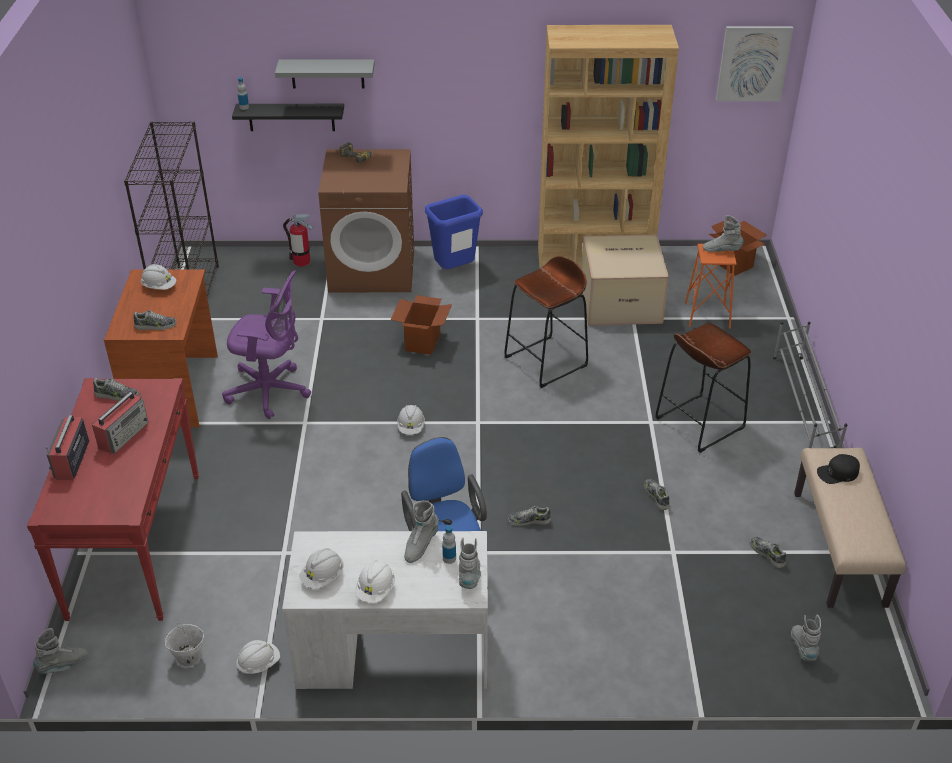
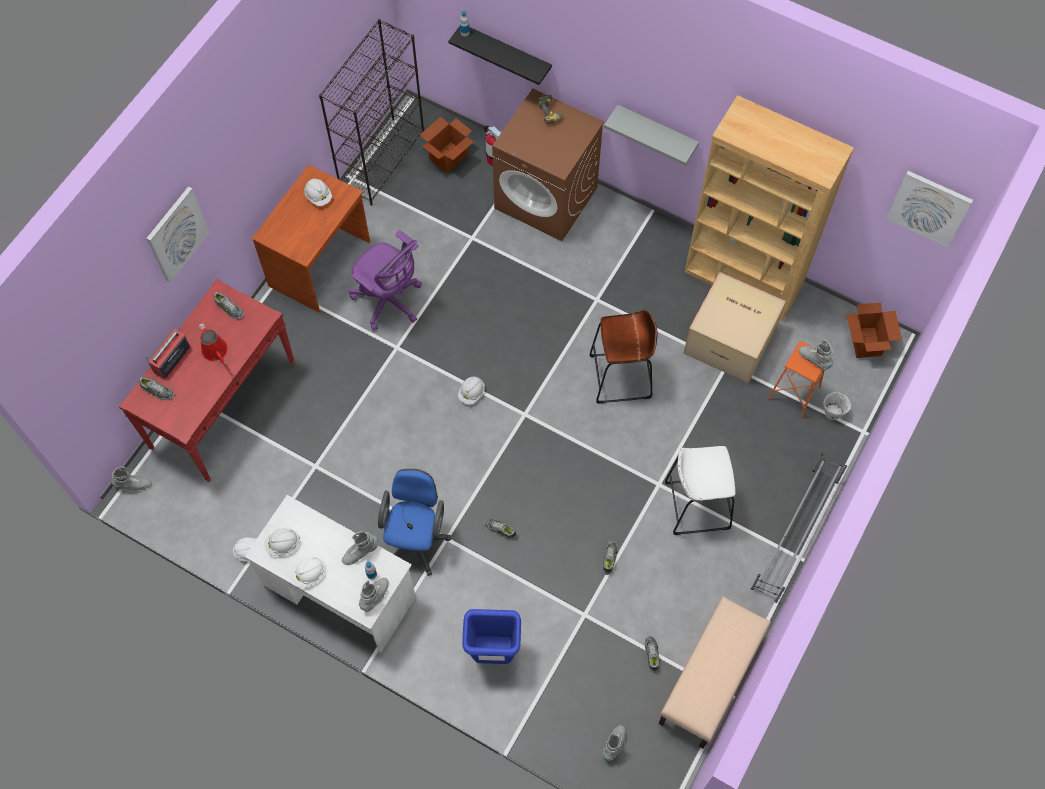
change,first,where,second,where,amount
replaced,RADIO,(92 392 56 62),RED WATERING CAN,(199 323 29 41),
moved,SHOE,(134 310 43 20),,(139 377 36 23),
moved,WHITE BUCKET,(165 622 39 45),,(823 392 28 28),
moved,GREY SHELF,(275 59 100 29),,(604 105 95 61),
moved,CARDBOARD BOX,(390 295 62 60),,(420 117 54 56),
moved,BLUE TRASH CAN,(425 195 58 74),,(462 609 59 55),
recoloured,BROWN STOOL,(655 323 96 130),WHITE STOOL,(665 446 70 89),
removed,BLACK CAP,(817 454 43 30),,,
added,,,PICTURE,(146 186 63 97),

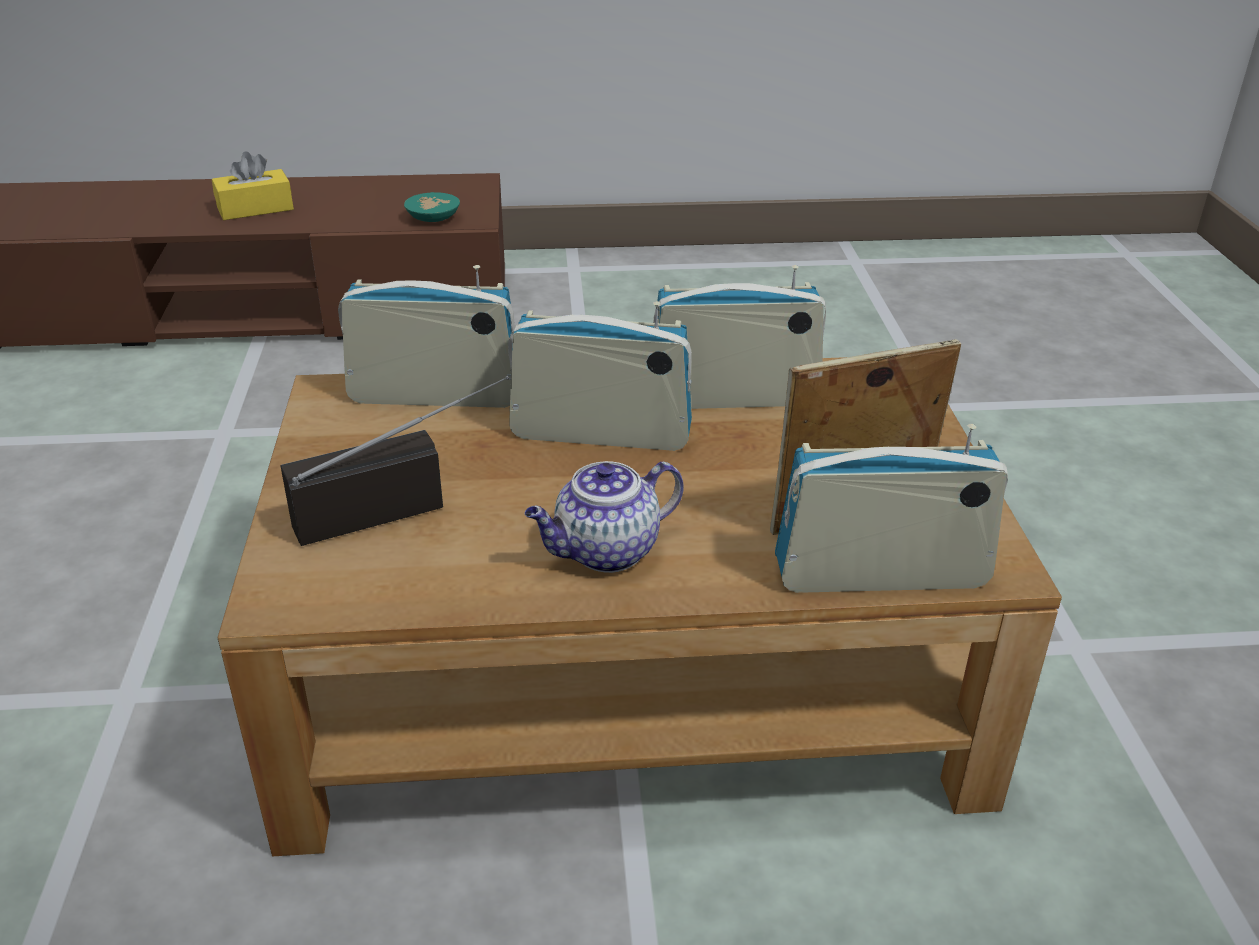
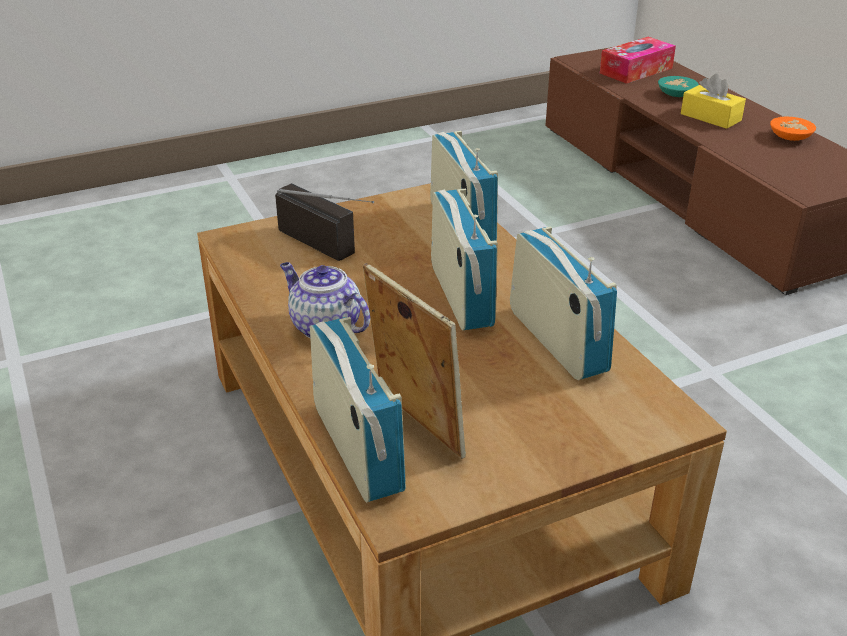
change,first,where,second,where,amount
moved,TURQUOISE BOWL,(404 192 56 30),,(658 76 41 21),
added,,,TISSUE BOX,(600 37 76 47),
added,,,ORANGE BOWL,(770 117 46 24),

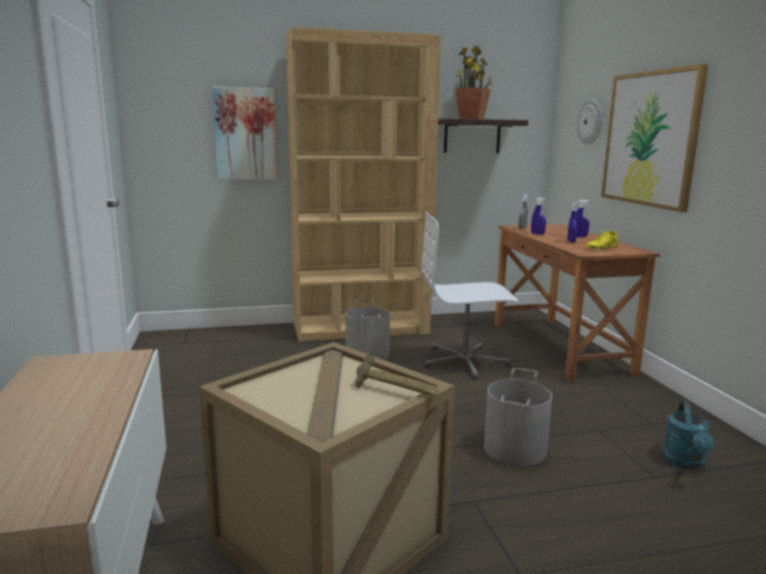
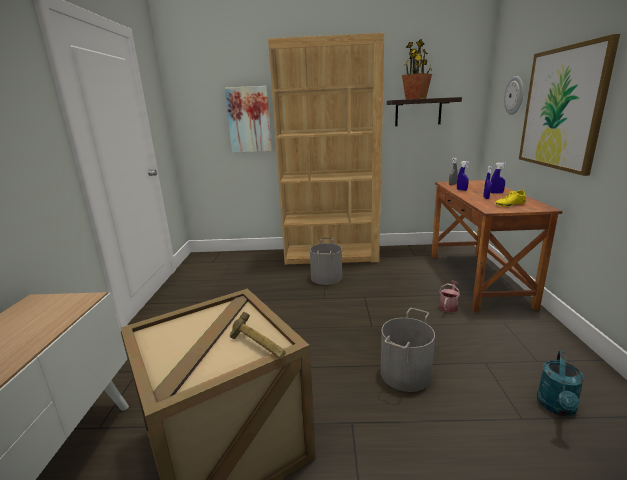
change,first,where,second,where,amount
removed,WHITE OFFICE CHAIR,(422 212 97 167),,,
added,,,WATERING CAN,(439 281 21 32),

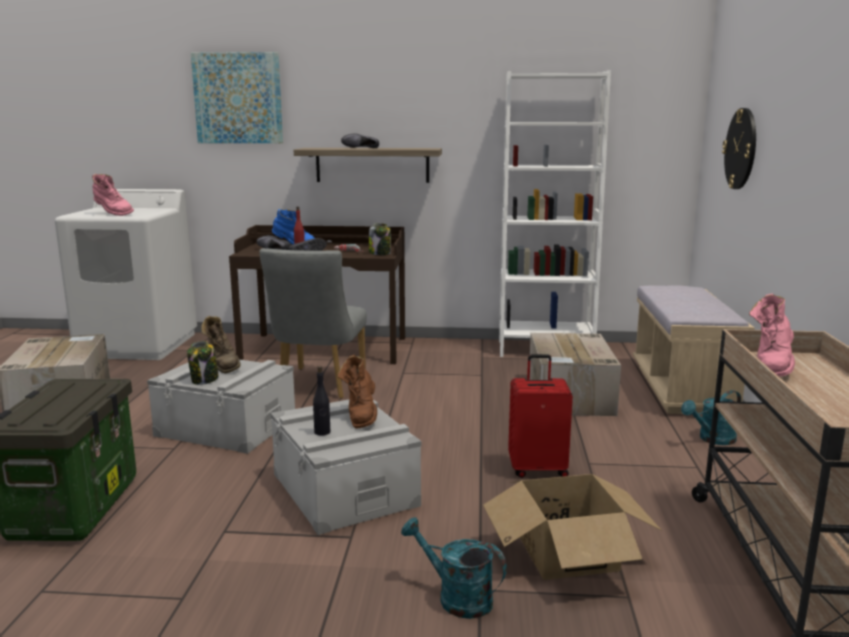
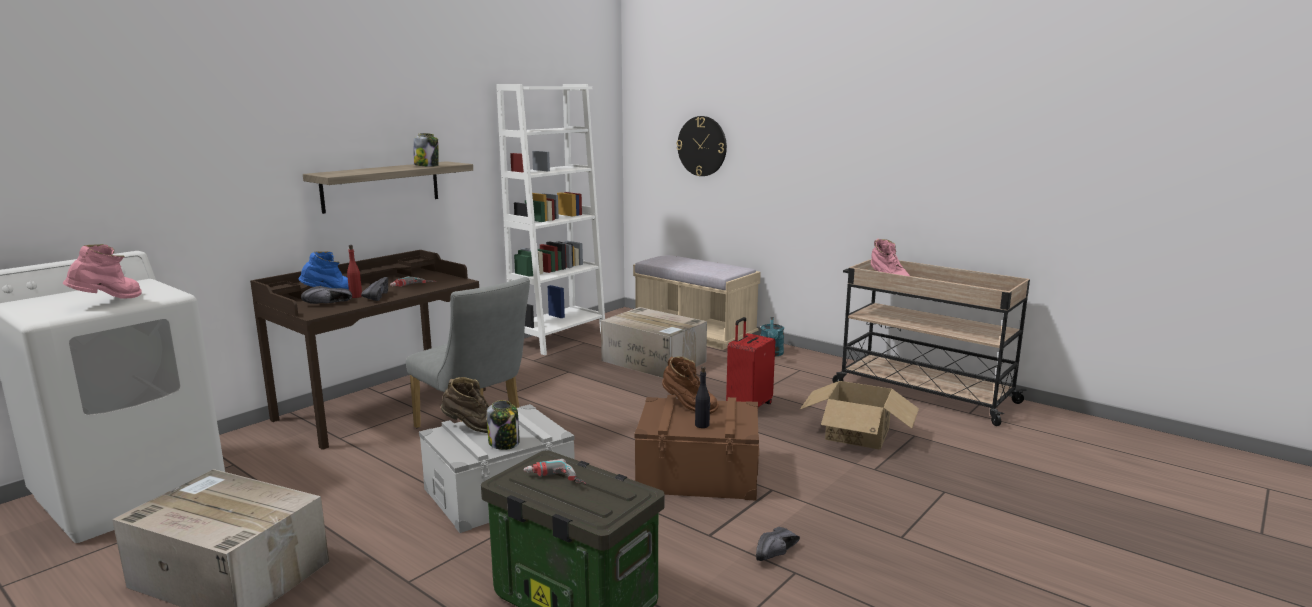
change,first,where,second,where,amount
turned,PINK BOOT,(92 174 42 42),,(63 244 79 55),45 degrees counterclockwise
removed,PICTURE,(191 52 92 91),,,
recoloured,GREY STORAGE BOX,(271 399 151 136),BROWN STORAGE BOX,(634 395 125 105),
moved,BLACK SHOE,(341 133 38 15),,(756 527 44 34),
moved,JAR,(369 223 22 32),,(414 133 25 33),
removed,TURQUOISE WATERING CAN,(401 517 106 102),,,
added,,,POWER DRILL,(523 459 63 26),

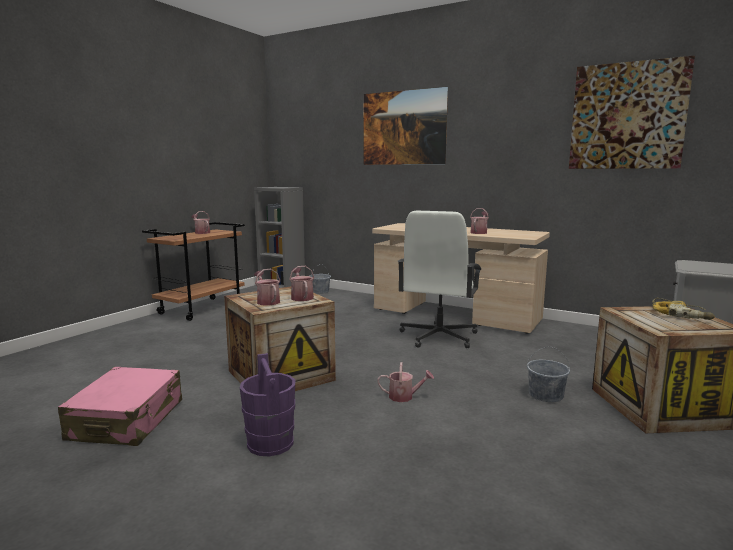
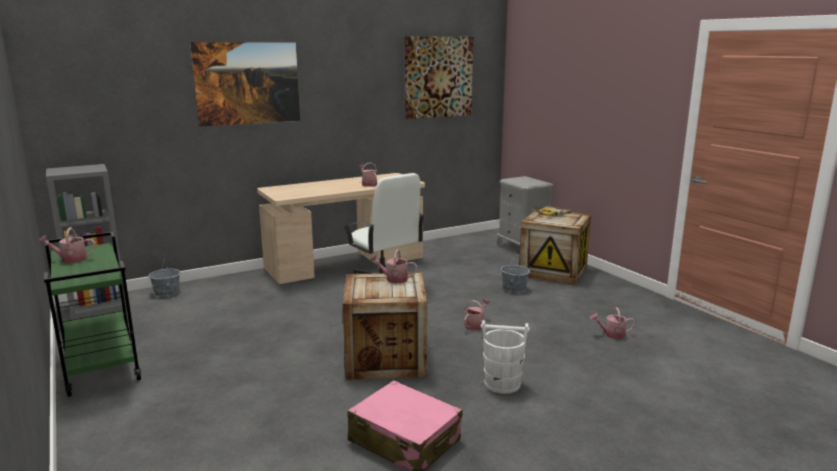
change,first,where,second,where,amount
recoloured,BROWN CART,(142 222 103 99),GREEN CART,(44 232 97 165),
recoloured,PURPLE BUCKET,(240 353 55 103),WHITE BUCKET,(481 320 49 74),
moved,WATERING CAN,(254 269 26 37),,(590 307 46 32),

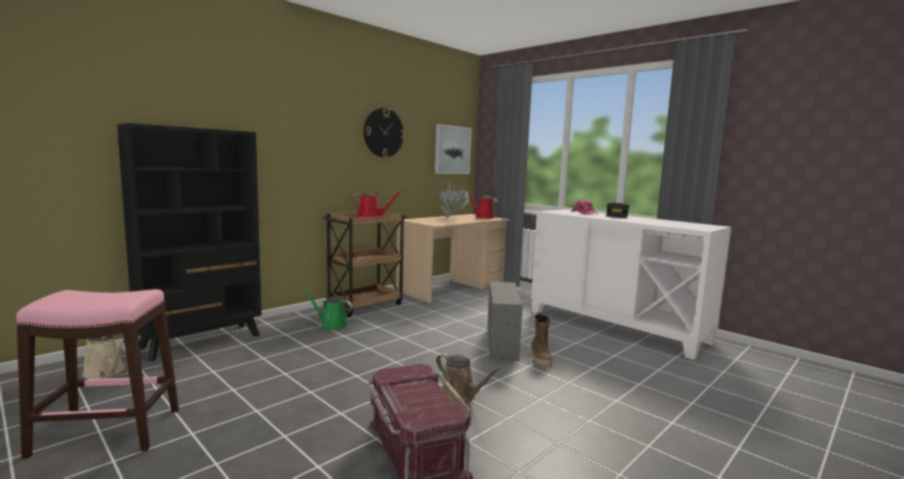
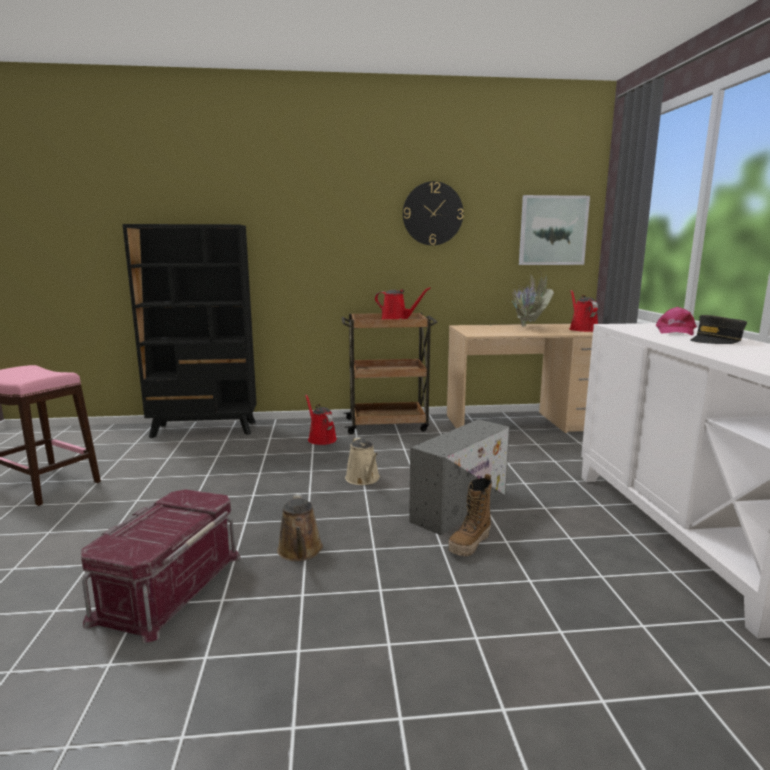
change,first,where,second,where,amount
moved,BEIGE WATERING CAN,(82 335 42 44),,(345 437 35 48),
recoloured,GREEN WATERING CAN,(303 289 50 41),RED WATERING CAN,(305 395 32 50),

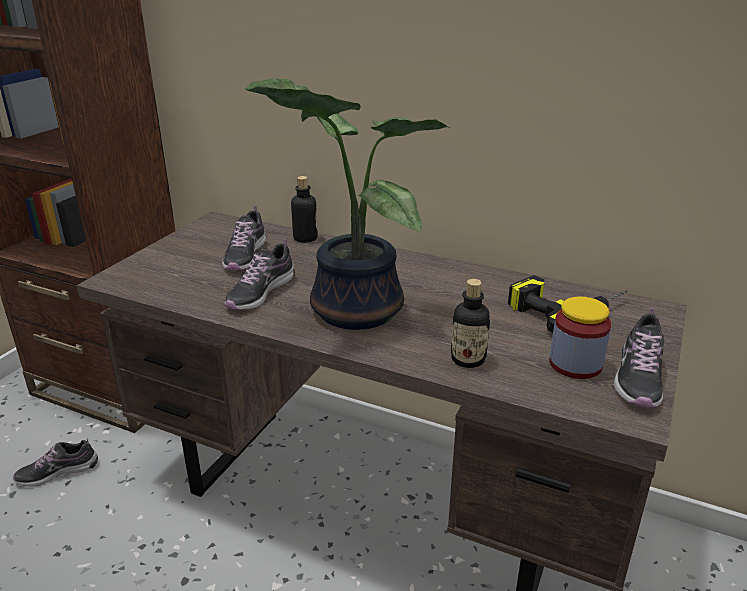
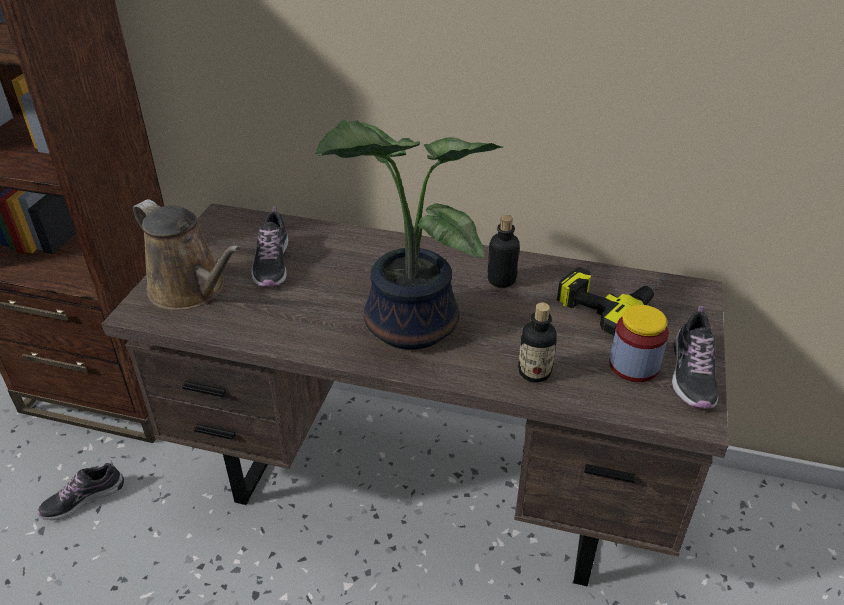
change,first,where,second,where,amount
removed,SHOE,(224 239 71 71),,,
moved,BOTTLE,(291 176 27 67),,(488 215 32 73),
added,,,BROWN WATERING CAN,(133 199 108 111),

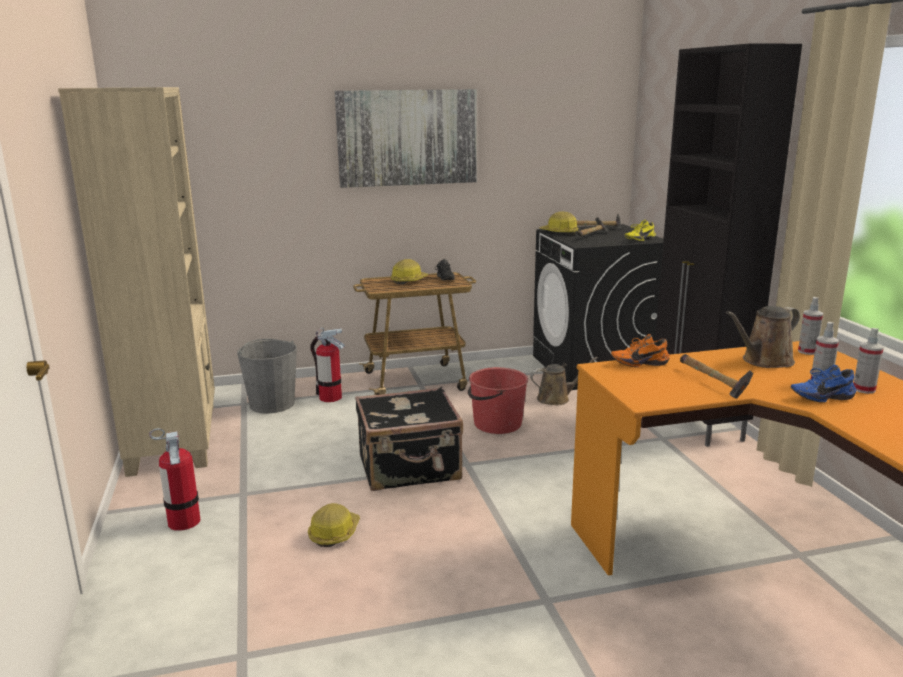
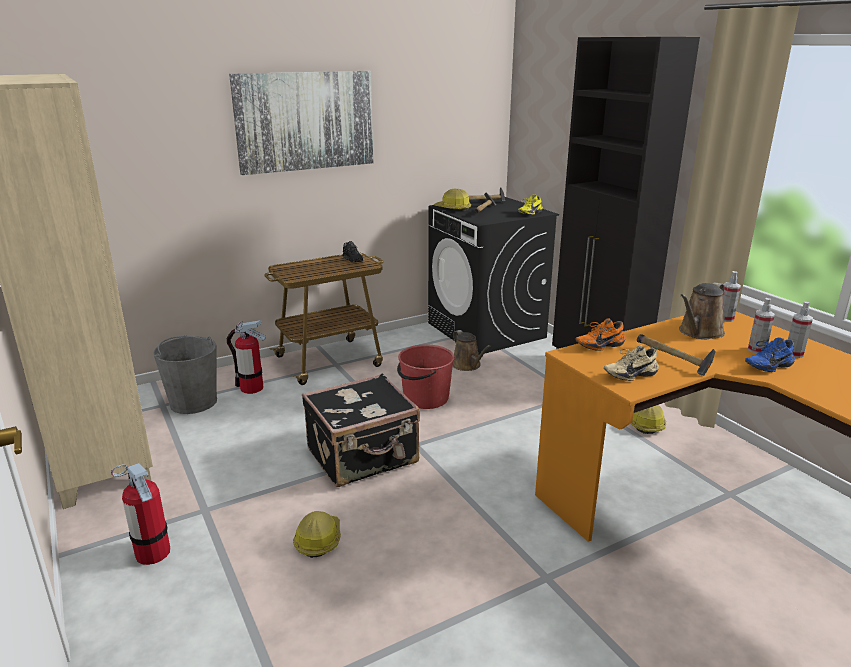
change,first,where,second,where,amount
moved,HARD HAT,(391 259 38 25),,(631 405 35 29),
turned,BROWN WATERING CAN,(530 357 68 48),,(453 330 38 41),90 degrees clockwise
added,,,BEIGE SHOE,(604 345 55 36),

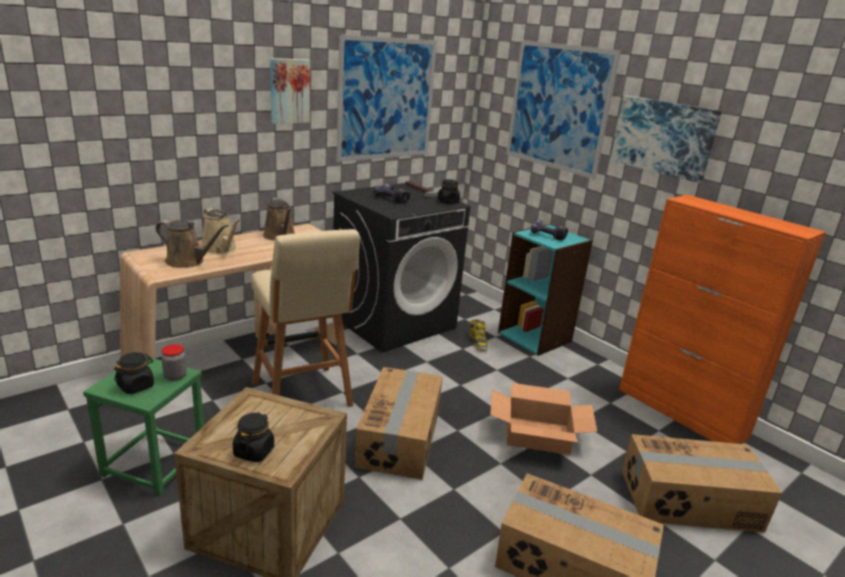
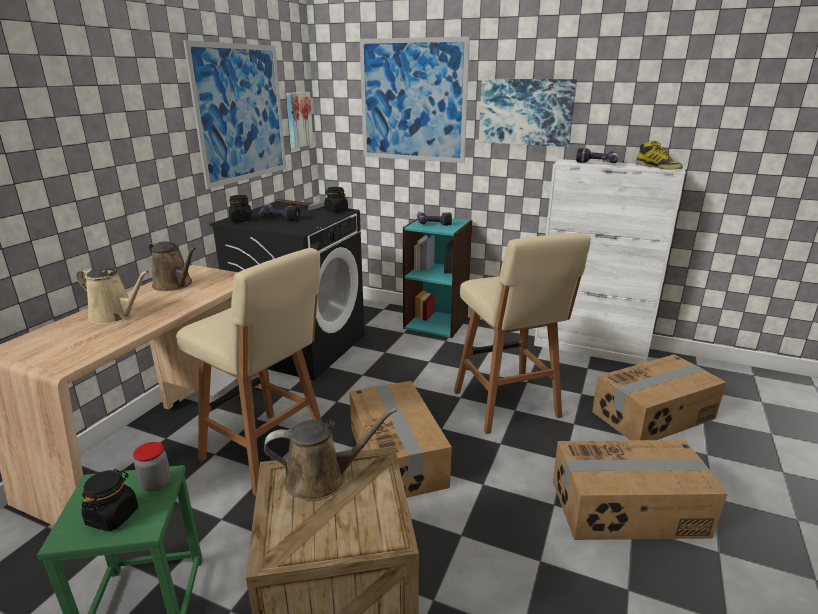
change,first,where,second,where,amount
moved,BROWN WATERING CAN,(156 220 73 48),,(264 408 133 93),
moved,BLACK JAR,(233 412 41 50),,(229 195 23 27),
moved,PICTURE,(270 58 40 66),,(286 92 28 56),
moved,BOOT,(469 319 19 32),,(635 141 48 29),
replaced,CARDBOARD BOX,(490 383 107 72),BEIGE STOOL,(454 232 137 202),
recoloured,ORANGE CABINET,(619 195 207 249),WHITE CABINET,(534 159 151 206),
added,,,POWER DRILL,(576 148 43 15),

